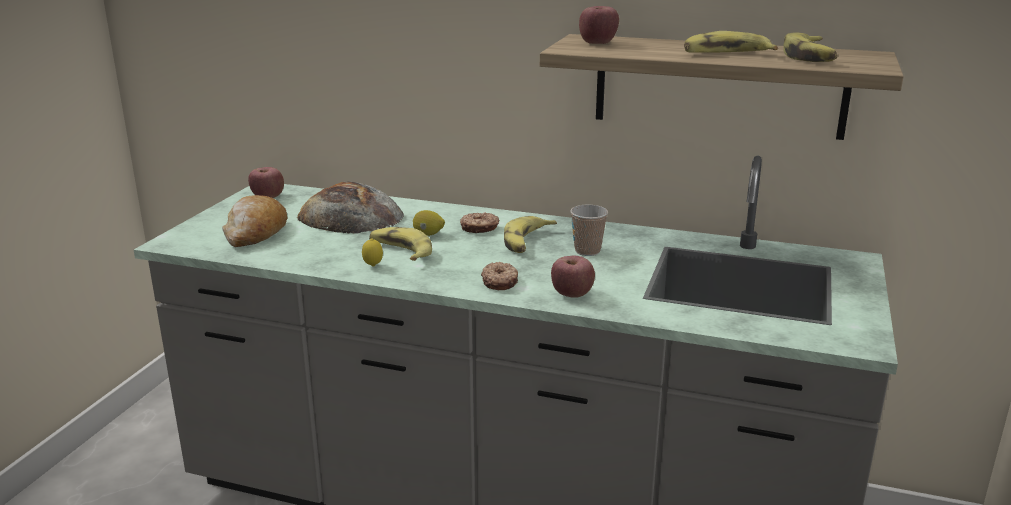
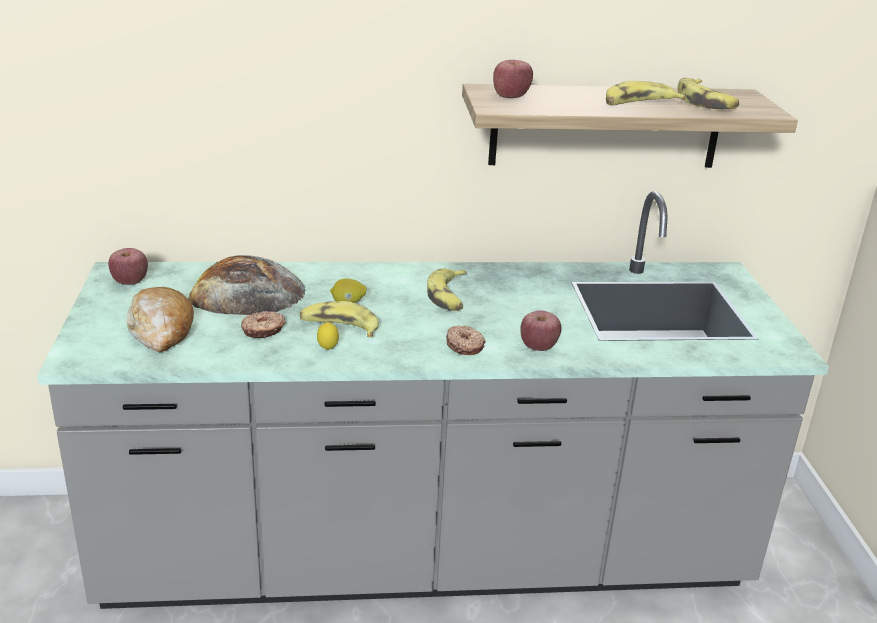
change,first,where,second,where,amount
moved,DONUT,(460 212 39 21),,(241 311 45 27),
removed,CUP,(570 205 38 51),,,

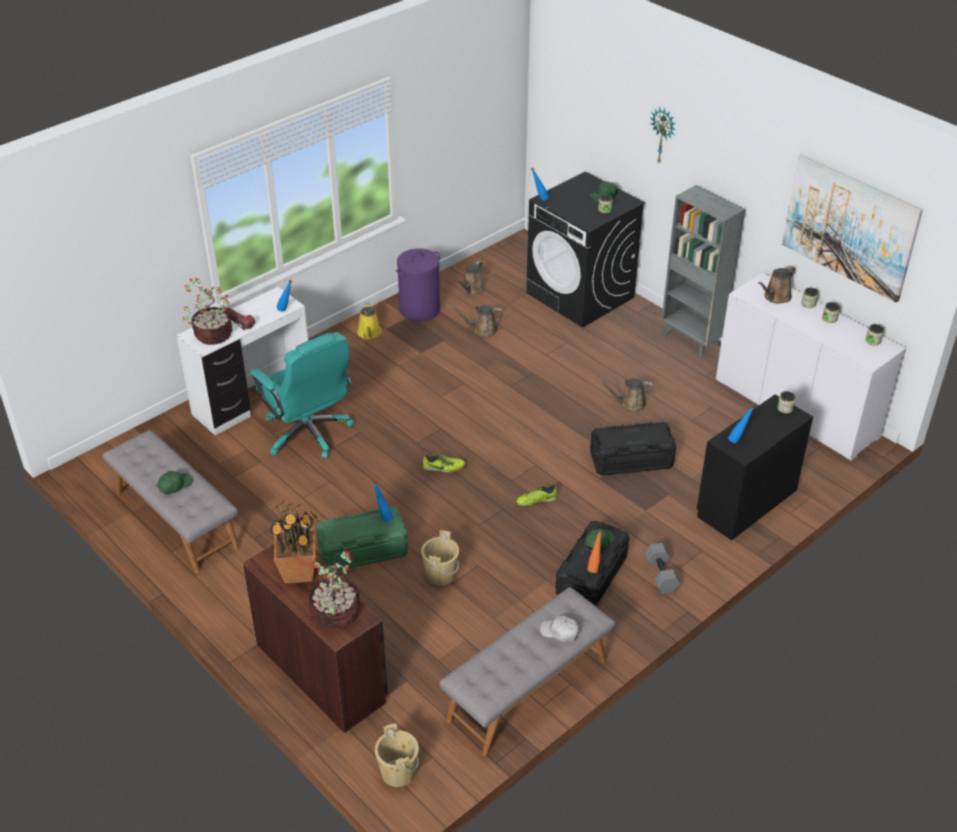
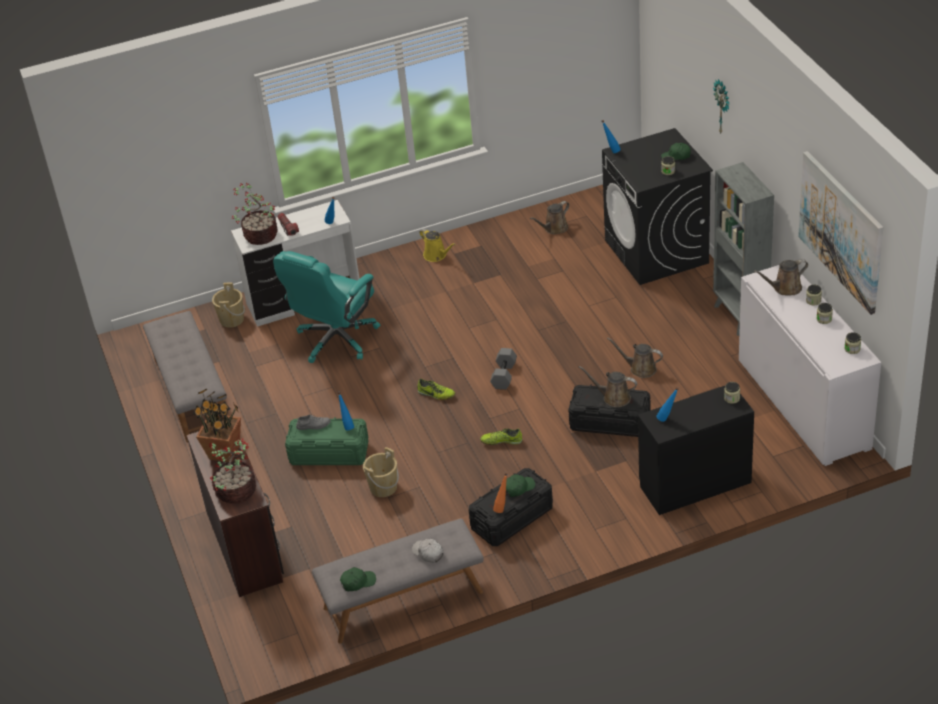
change,first,where,second,where,amount
moved,GREEN CAP,(158 471 35 23),,(340 567 36 24),
turned,TURQUOISE OFFICE CHAIR,(250 332 104 126),,(273 251 107 112),45 degrees clockwise
turned,YELLOW WATERING CAN,(357 302 25 37),,(420 229 36 33),60 degrees counterclockwise
moved,BEIGE BUCKET,(375 723 44 64),,(212 282 33 46),
removed,PURPLE LAUNDRY BASKET,(396 248 44 74),,,
moved,BROWN WATERING CAN,(450 305 54 32),,(579 366 58 41),
moved,GREY DUMBBELL,(645 543 36 51),,(490 348 27 42),
added,,,GREY SHOE,(296 415 35 15),

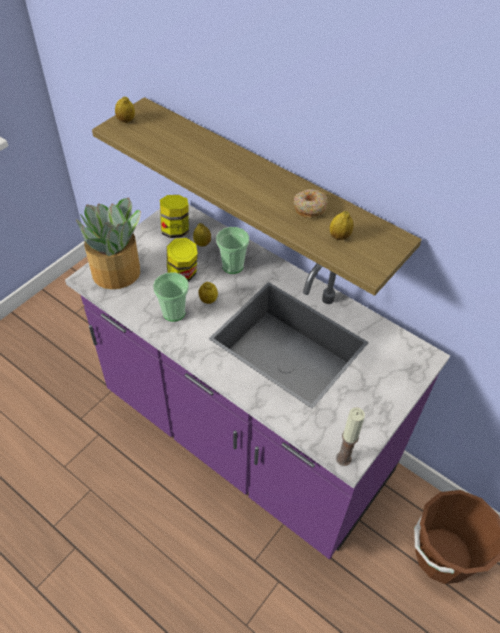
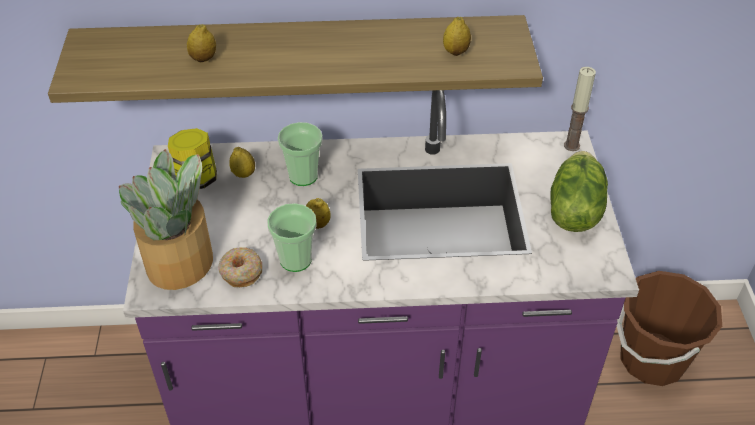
change,first,where,second,where,amount
moved,LEMON,(115 96 20 27),,(187 24 29 38),
removed,JAR,(167 238 31 43),,,
moved,DONUT,(294 189 34 30),,(218 248 44 39),
moved,CANDLE,(336 407 29 59),,(564 67 32 84),
added,,,LETTUCE,(550 151 58 81),

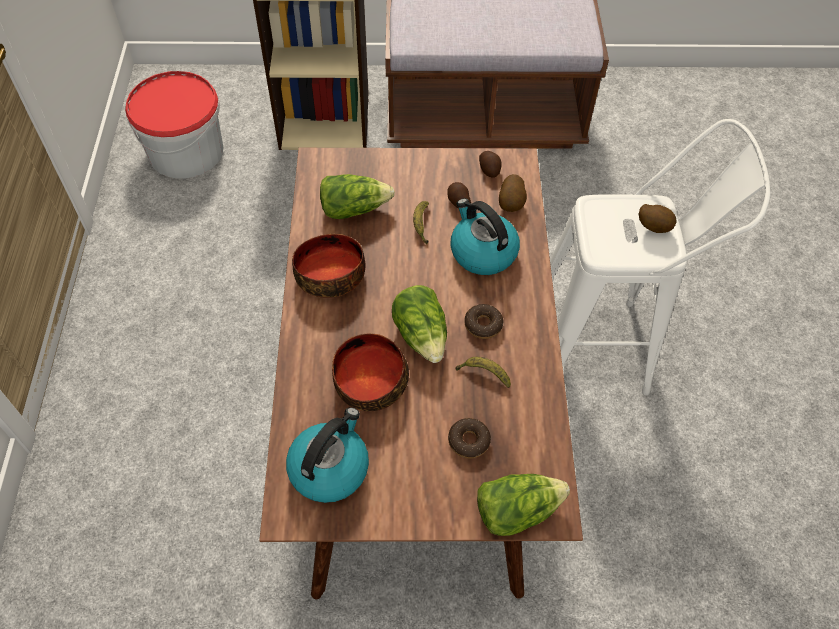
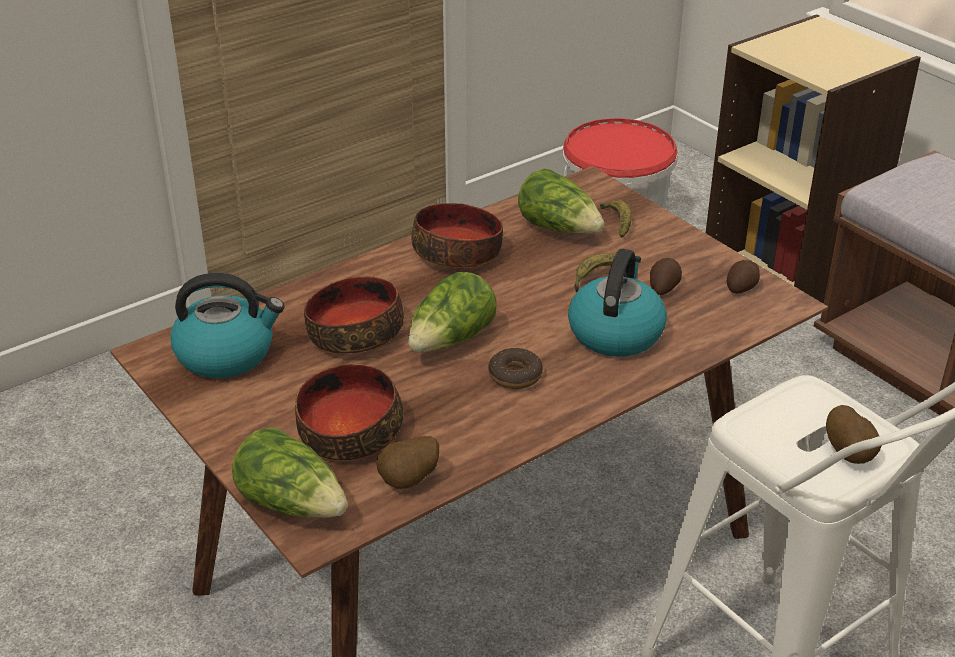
change,first,where,second,where,amount
replaced,DONUT,(448 418 43 40),BOWL,(295 364 109 96),
moved,BANANA,(455 357 56 31),,(600 199 31 39),
moved,POTATO,(499 174 28 38),,(376 436 63 53),

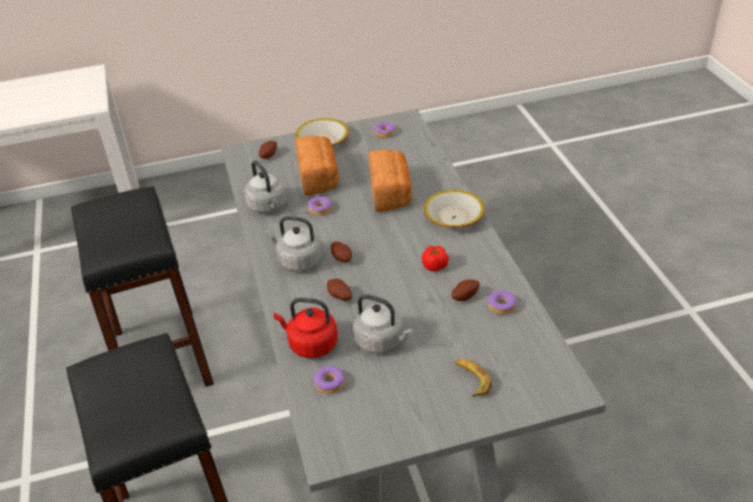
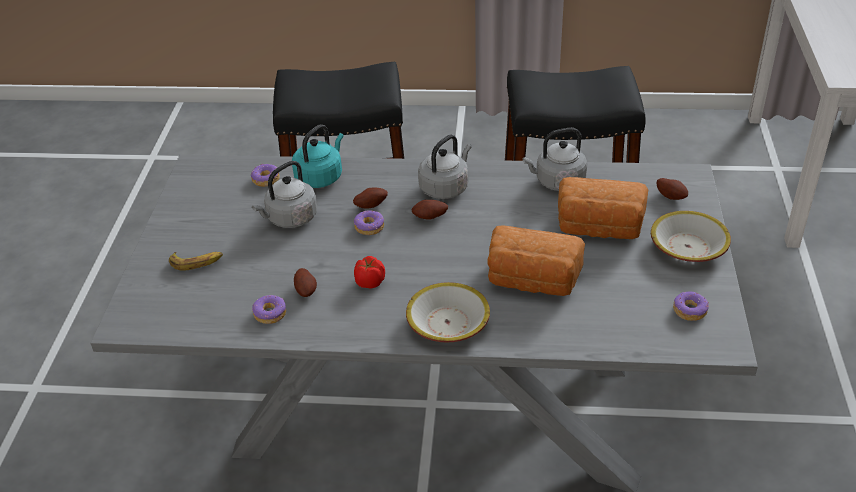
change,first,where,second,where,amount
recoloured,RED KETTLE,(274 298 64 60),TURQUOISE KETTLE,(292 124 52 64),
moved,DONUT,(308 196 24 20),,(354 210 30 25),

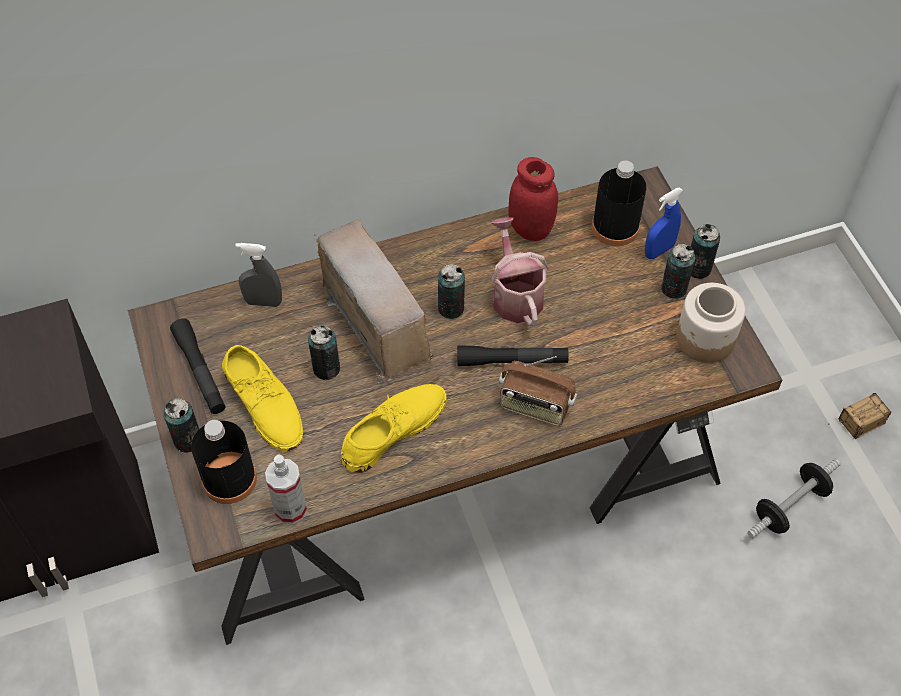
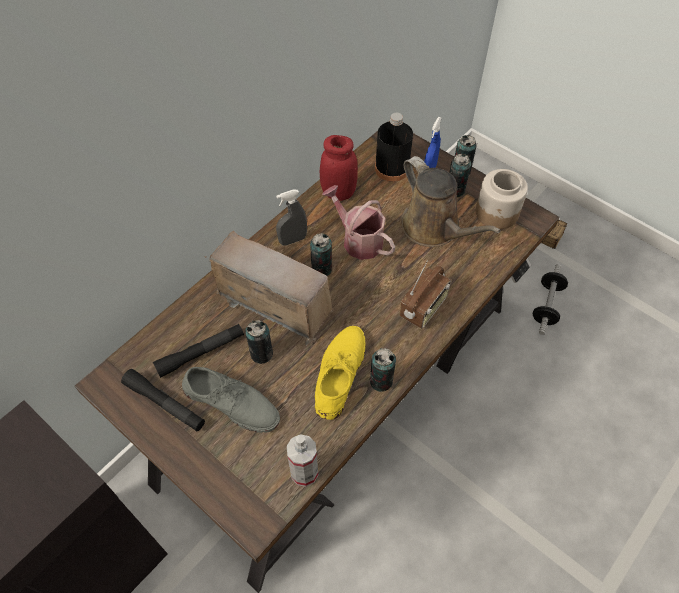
change,first,where,second,where,amount
moved,CAN,(163 398 36 54),,(370 348 26 44),
removed,BLACK BOTTLE,(191 420 66 84),,,
recoloured,YELLOW SHOE,(222 345 81 106),GREY SHOE,(182 367 98 66),
moved,GREY SPRAY BOTTLE,(235 243 47 64),,(276 189 31 57),
moved,BLACK FLASHLIGHT,(457 345 112 21),,(153 324 91 54),
turned,RADIO,(499 356 78 70),,(399 261 52 68),45 degrees counterclockwise
added,,,BROWN WATERING CAN,(401 156 100 91),

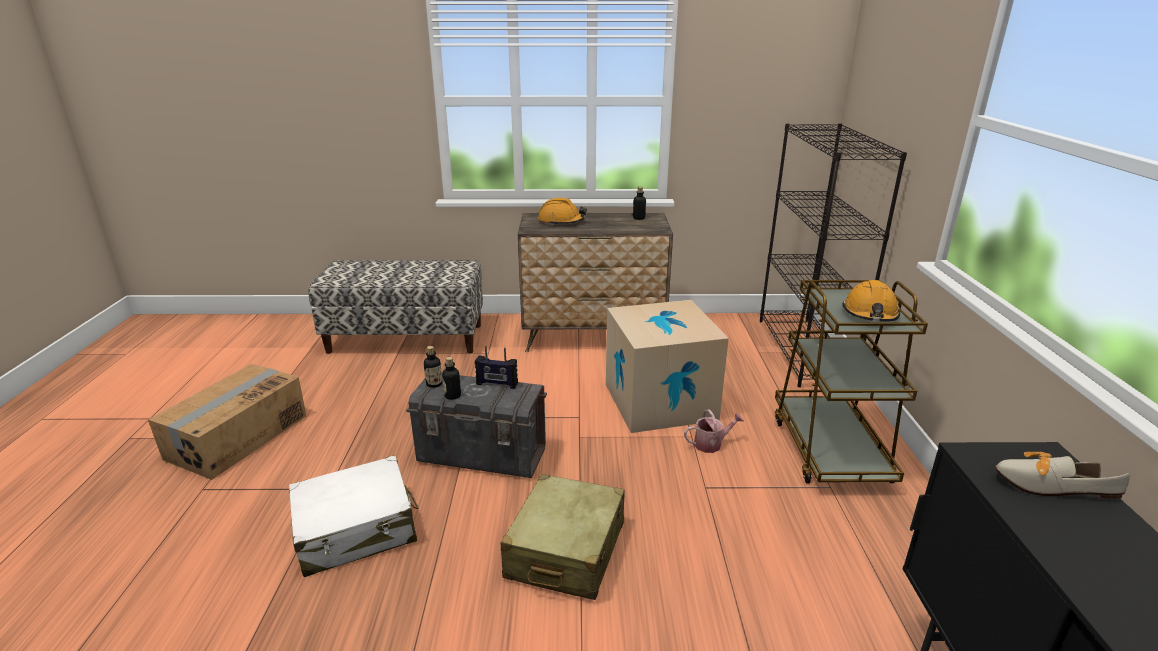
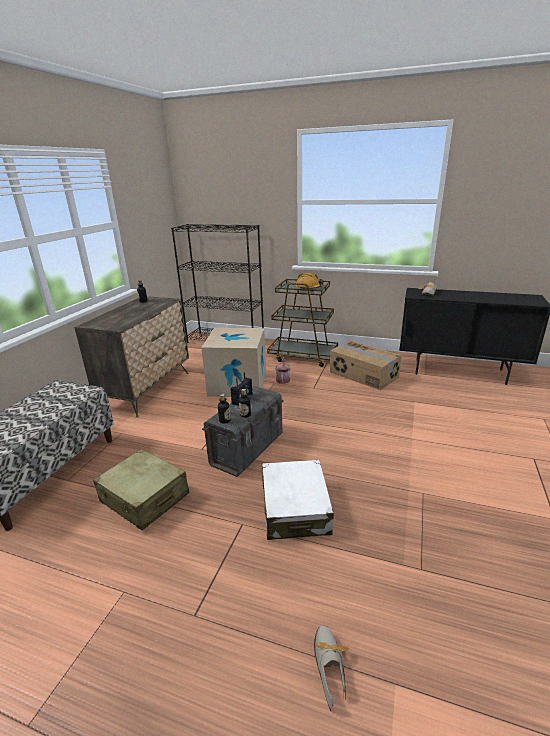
change,first,where,second,where,amount
moved,CARDBOARD BOX,(148 364 158 116),,(330 341 72 49),
moved,BEIGE SUITCASE,(500 474 124 126),,(93 449 96 81),
removed,ORANGE HARD HAT,(538 198 49 27),,,
added,,,SHOE,(314 625 35 86),

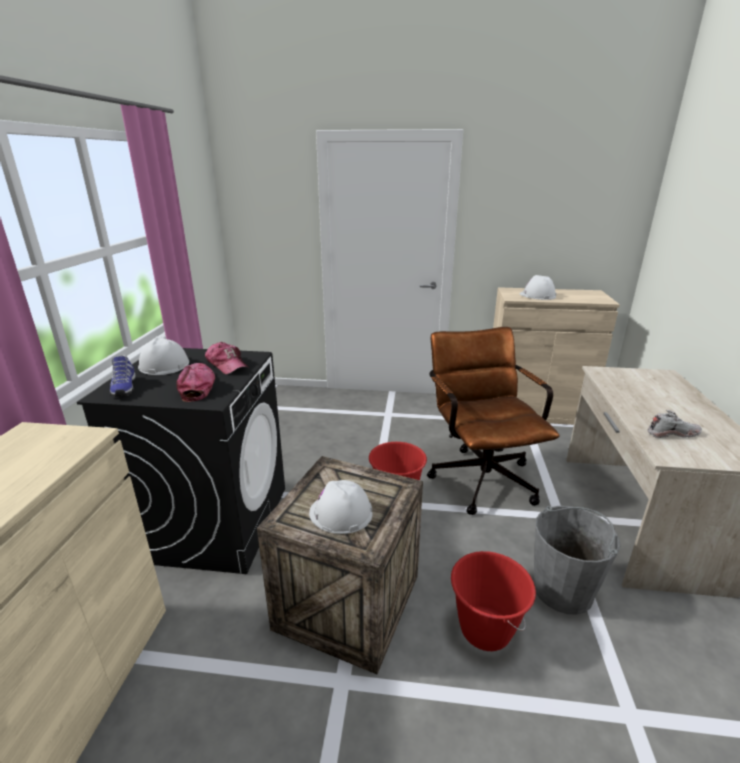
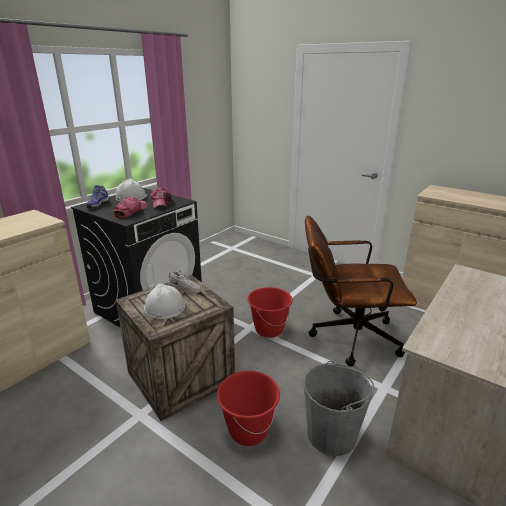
change,first,where,second,where,amount
turned,BROWN OFFICE CHAIR,(427 327 133 188),,(305 216 112 150),105 degrees counterclockwise
removed,WHITE HARD HAT,(520 275 36 25),,,
moved,WHITE SHOE,(647 410 55 28),,(168 270 34 24),

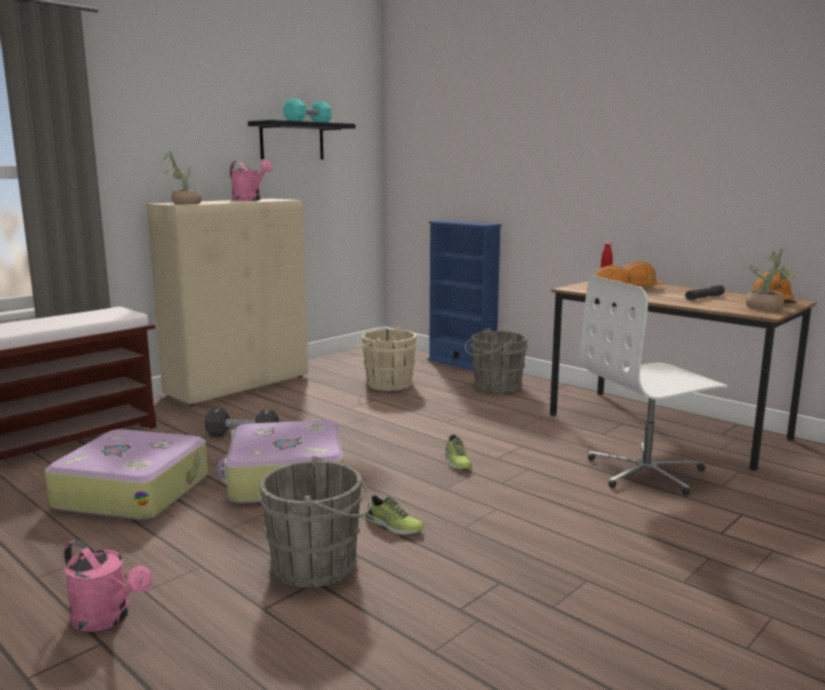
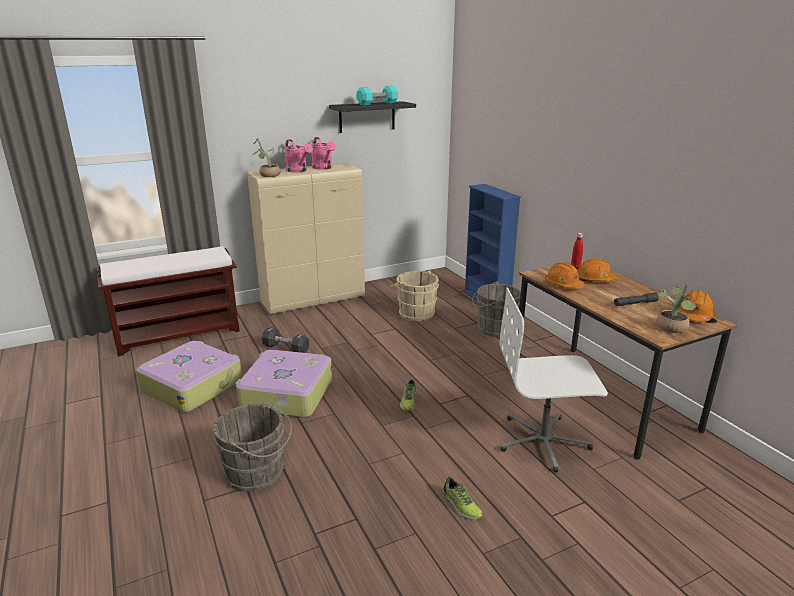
change,first,where,second,where,amount
moved,PINK WATERING CAN,(64 539 88 93),,(284 140 29 33),
moved,SHOE,(365 495 59 40),,(442 477 41 43),

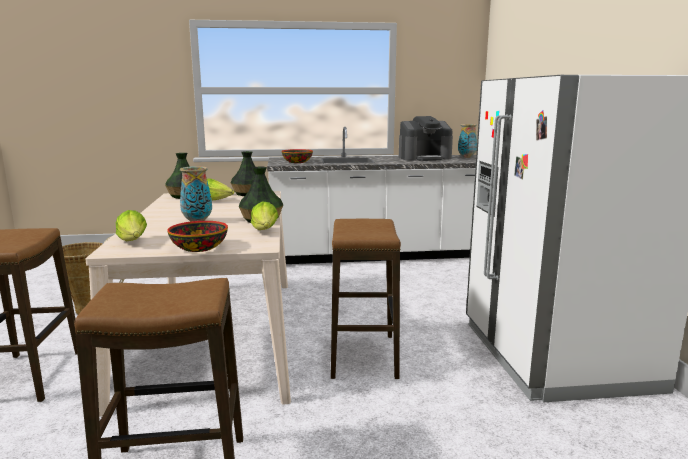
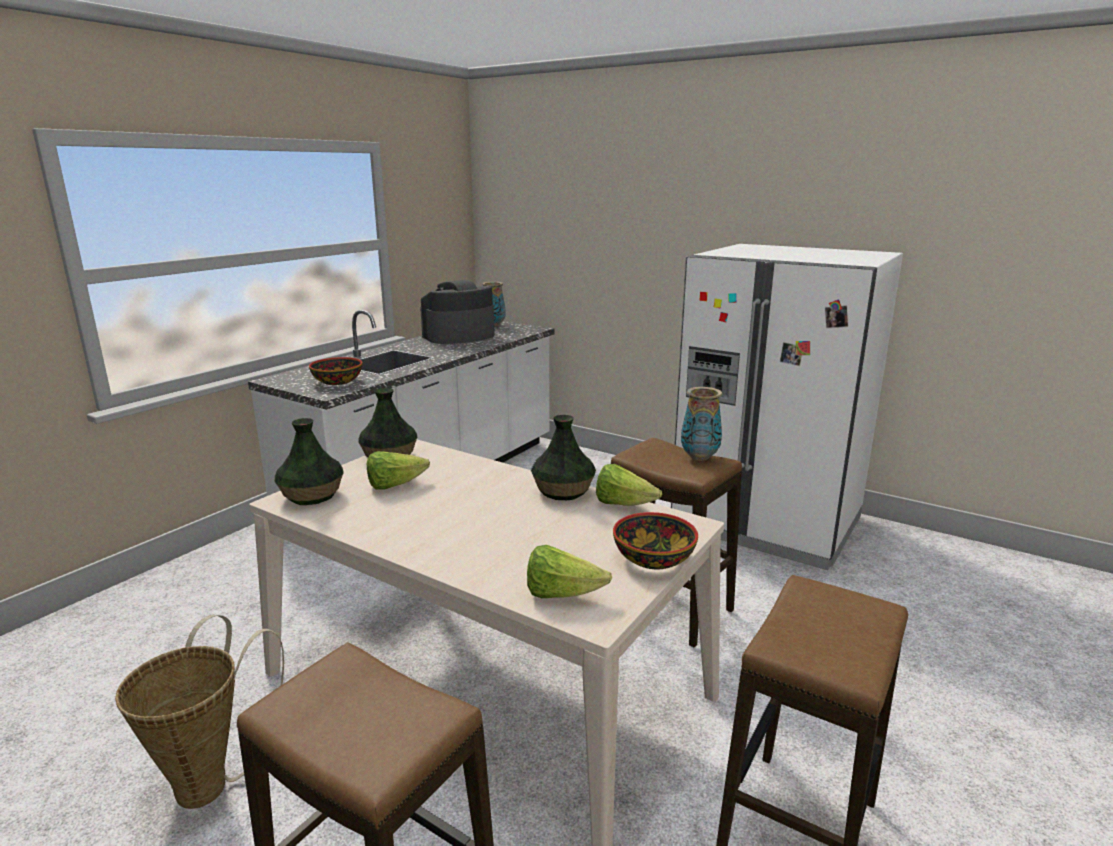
change,first,where,second,where,amount
moved,VASE,(180 166 32 56),,(681 387 41 74),
turned,COFFEE MACHINE,(399 116 54 45),,(420 280 75 64),150 degrees counterclockwise

